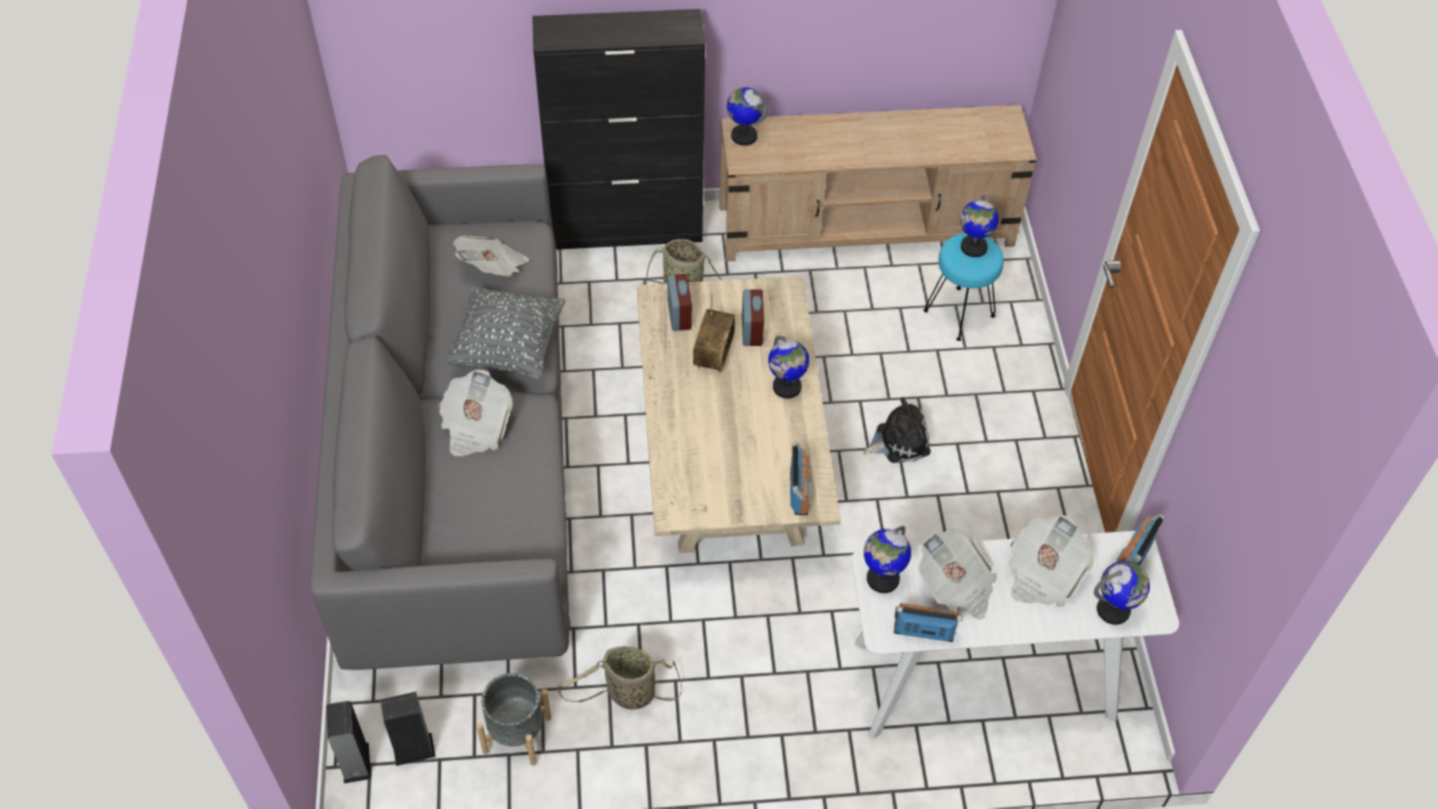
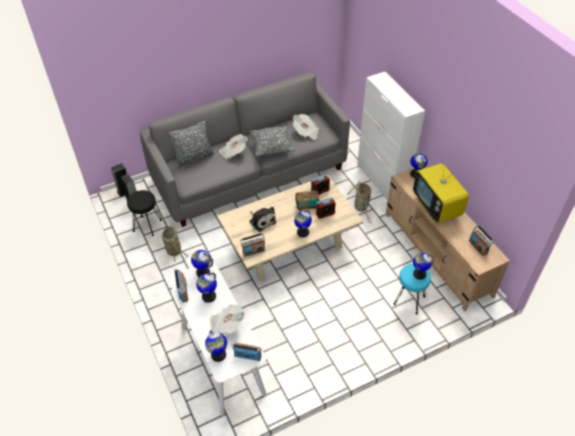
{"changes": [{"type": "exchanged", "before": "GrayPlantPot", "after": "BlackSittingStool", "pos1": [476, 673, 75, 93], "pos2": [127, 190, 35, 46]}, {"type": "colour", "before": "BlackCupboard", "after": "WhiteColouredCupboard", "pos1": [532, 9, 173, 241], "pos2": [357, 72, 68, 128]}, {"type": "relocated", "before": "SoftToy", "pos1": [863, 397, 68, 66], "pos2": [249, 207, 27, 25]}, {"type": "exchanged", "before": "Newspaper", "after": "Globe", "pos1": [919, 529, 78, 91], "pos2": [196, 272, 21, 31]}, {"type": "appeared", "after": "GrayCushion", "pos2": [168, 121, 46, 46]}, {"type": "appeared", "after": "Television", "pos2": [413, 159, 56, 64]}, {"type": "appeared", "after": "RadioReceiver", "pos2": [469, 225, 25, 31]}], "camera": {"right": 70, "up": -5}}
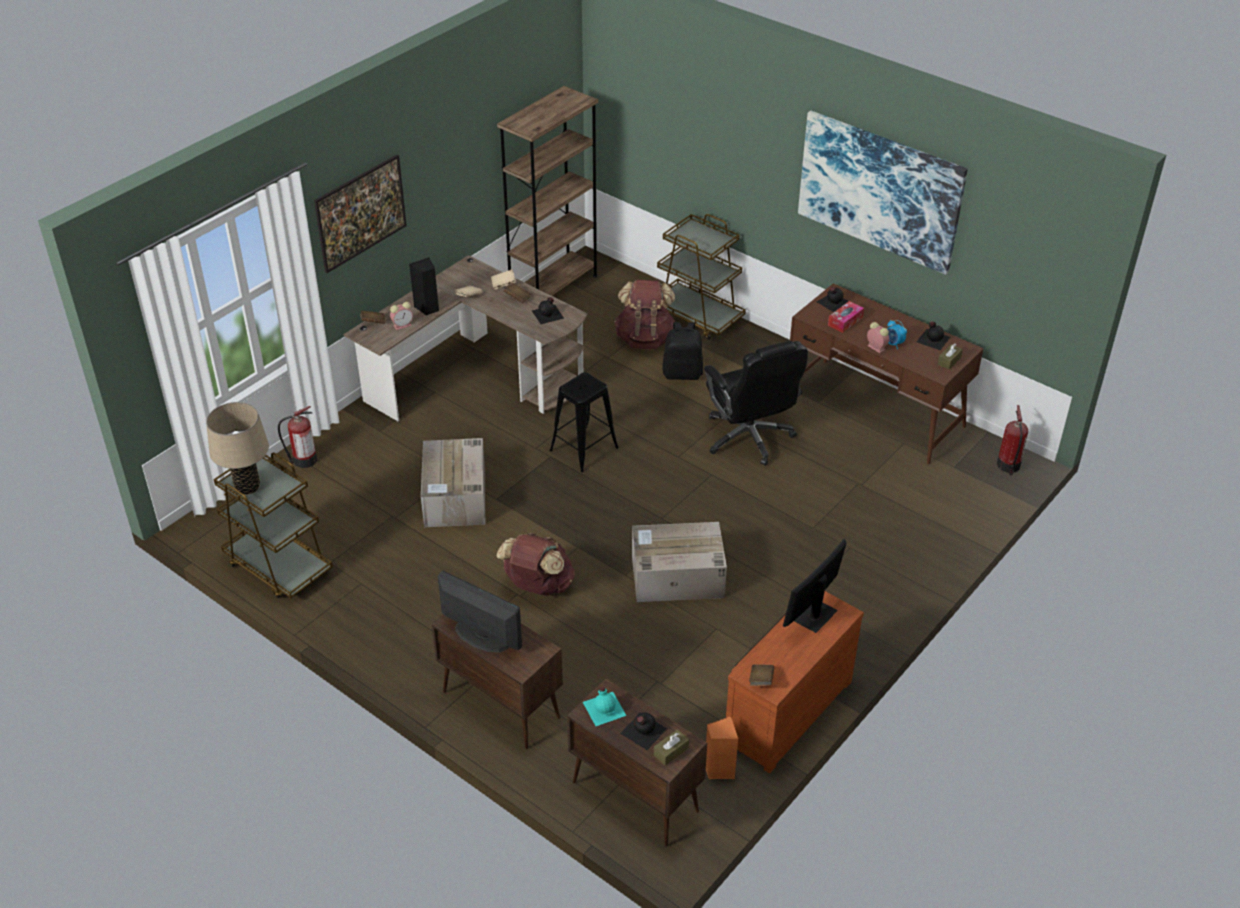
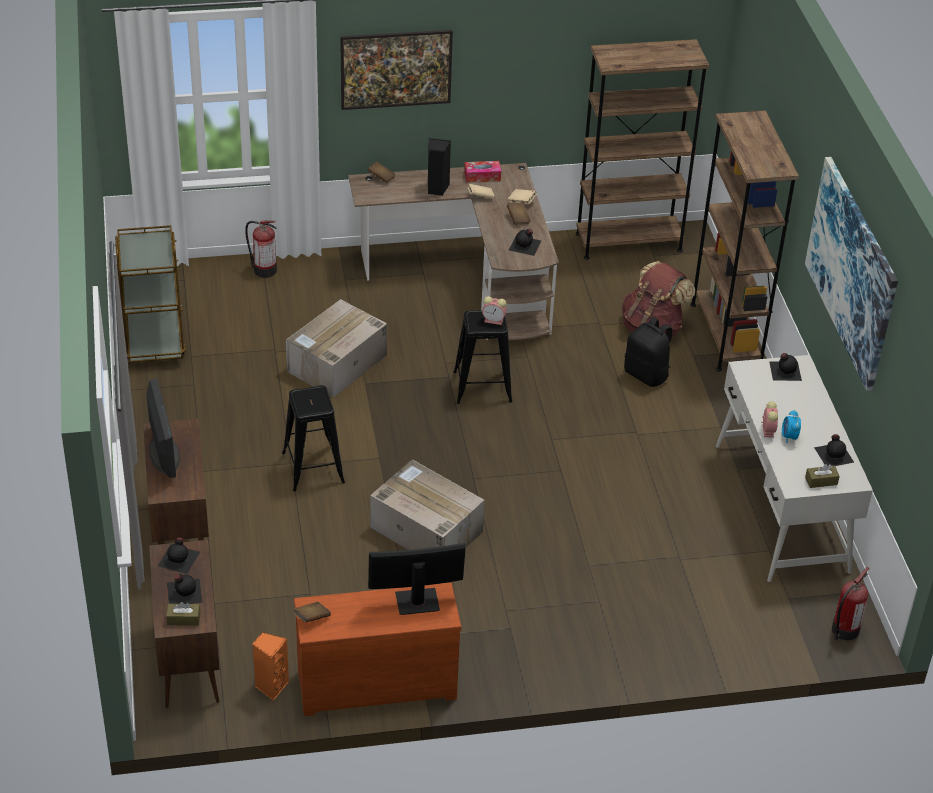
{"changes": [{"type": "missing", "before": "SandColouredTabletopLamp", "pos1": [206, 402, 63, 93]}, {"type": "relocated", "before": "TableClock", "pos1": [390, 302, 23, 28], "pos2": [482, 296, 25, 29]}, {"type": "exchanged", "before": "BrownColouredBackpack", "after": "BlackSittingStool", "pos1": [496, 533, 79, 63], "pos2": [282, 385, 63, 106]}, {"type": "colour", "before": "TurquoiseColouredBeverageBottle", "after": "BlackBeverageBottle", "pos1": [583, 687, 43, 39], "pos2": [158, 538, 42, 36]}, {"type": "exchanged", "before": "BrownColouredWheeledCart", "after": "BrownColouredBookshelf", "pos1": [657, 214, 89, 126], "pos2": [690, 110, 109, 261]}, {"type": "missing", "before": "BlackOfficeChair", "pos1": [704, 341, 104, 125]}, {"type": "colour", "before": "BrownColouredDesk", "after": "WhiteColouredDesk", "pos1": [790, 283, 194, 181], "pos2": [716, 355, 157, 227]}, {"type": "relocated", "before": "TissueHolder", "pos1": [828, 301, 36, 32], "pos2": [464, 161, 37, 21]}], "camera": {"right": 40, "up": 0}}
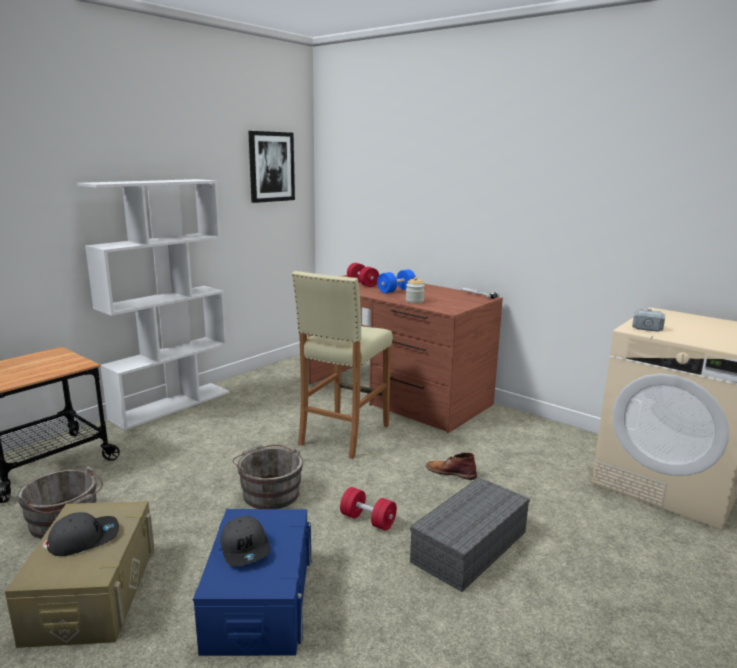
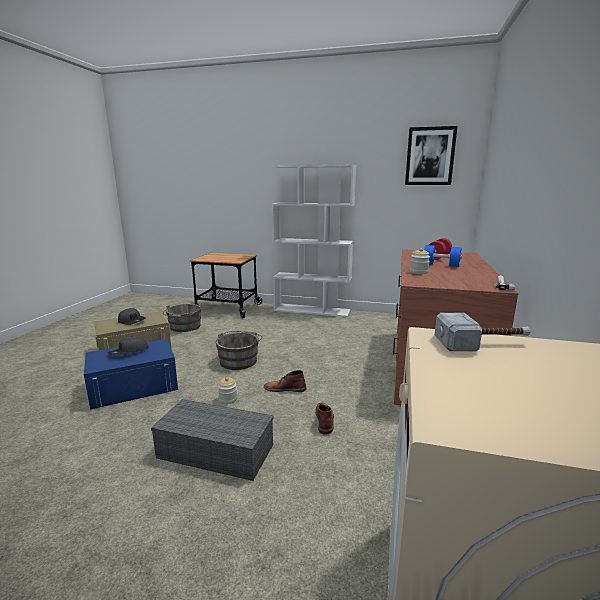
{"changes": [{"type": "missing", "before": "SandColouredSittingStool", "pos1": [292, 271, 101, 188]}, {"type": "exchanged", "before": "RedFreeWeight", "after": "StorageJar", "pos1": [340, 487, 57, 44], "pos2": [218, 377, 19, 27]}, {"type": "appeared", "after": "BrownColouredTallBoot", "pos2": [264, 370, 42, 22]}], "camera": {"right": 65, "up": 0}}
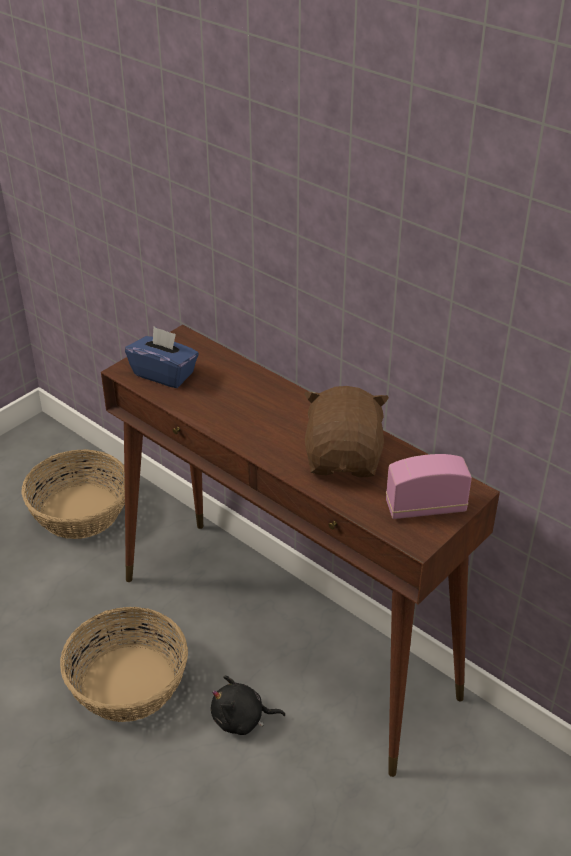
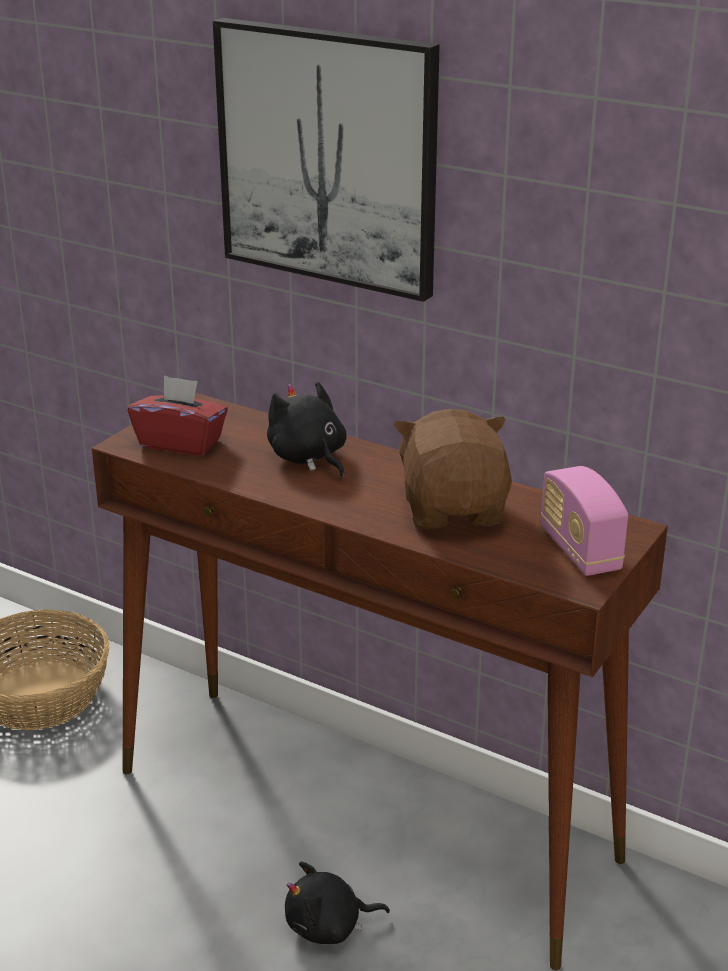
{"changes": [{"type": "missing", "before": "StorageBasket", "pos1": [60, 607, 128, 115]}, {"type": "colour", "before": "BlueTissueHolder", "after": "RedTissueHolder", "pos1": [125, 326, 74, 62], "pos2": [128, 375, 100, 81]}, {"type": "spun", "before": "RadioReceiver", "pos1": [386, 454, 86, 65], "pos2": [541, 466, 87, 110], "turn": -90}, {"type": "appeared", "after": "WallArt", "pos2": [213, 18, 227, 284]}, {"type": "appeared", "after": "BlackSoftToy", "pos2": [267, 381, 80, 97]}], "camera": {"right": -10, "up": -10}}
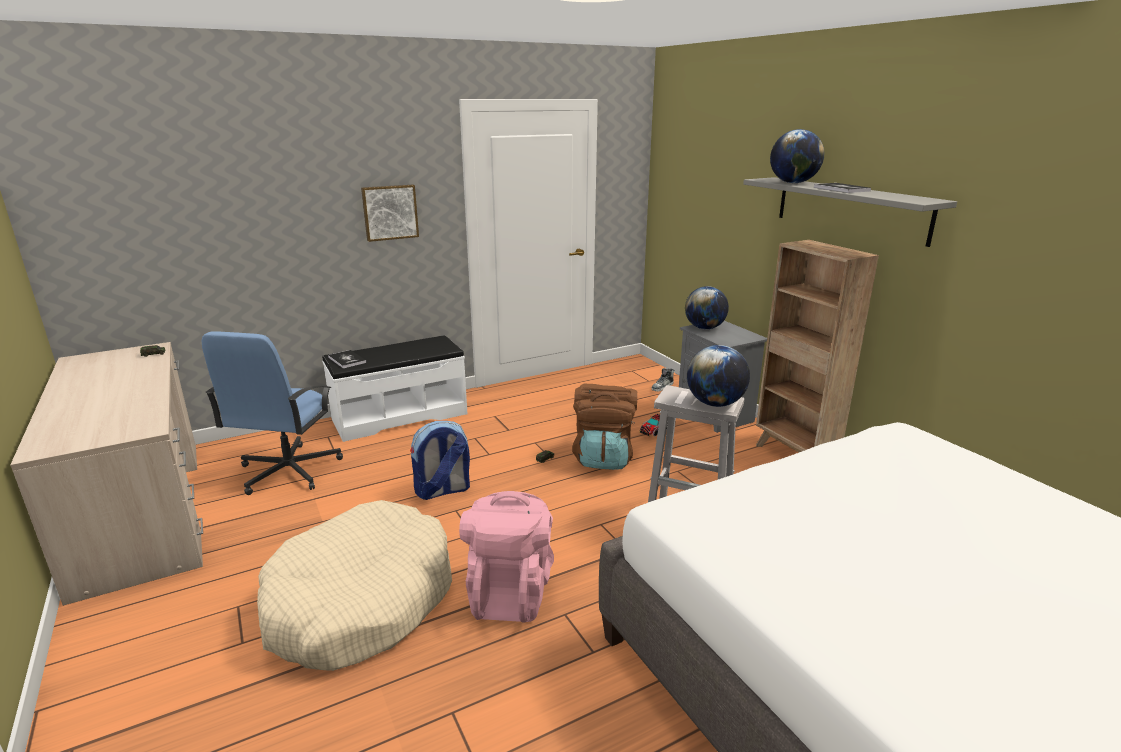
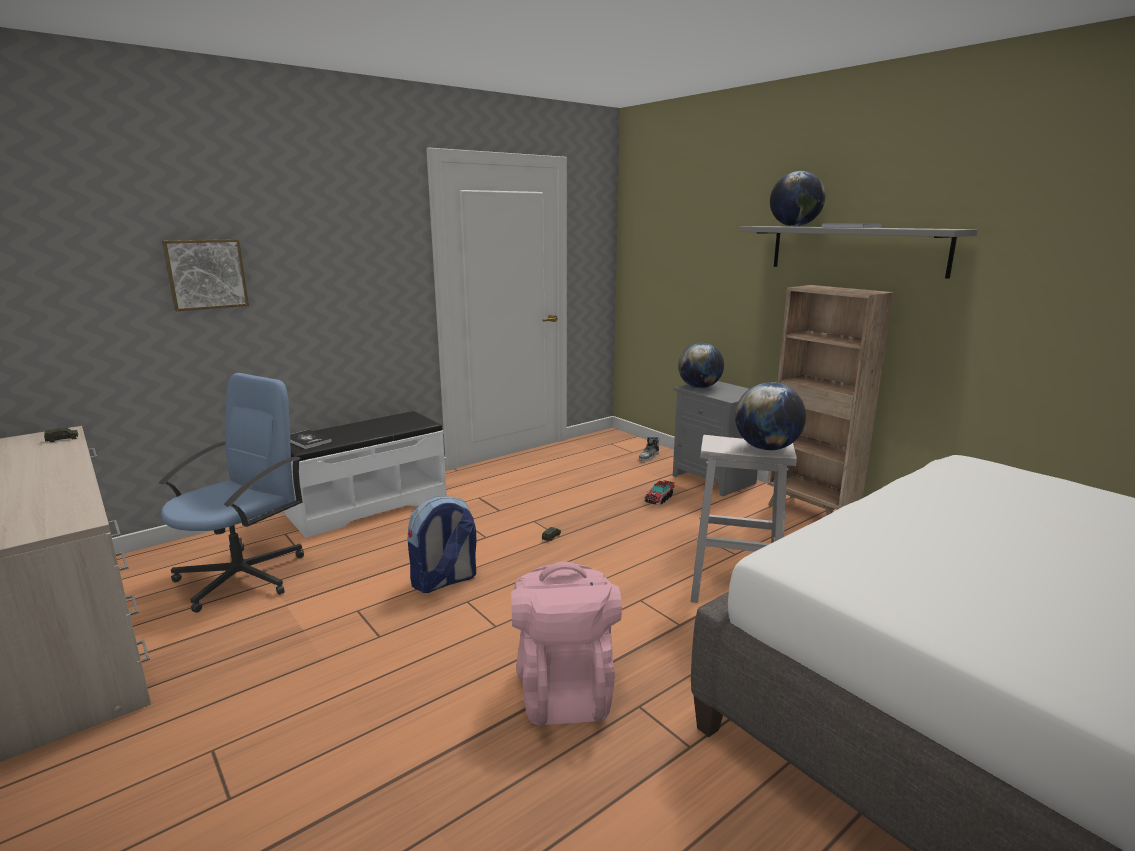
{"changes": [{"type": "spun", "before": "BlueOfficeChair", "pos1": [202, 331, 141, 164], "pos2": [159, 373, 145, 240], "turn": -150}, {"type": "missing", "before": "SandColouredDogCushion", "pos1": [257, 500, 195, 171]}, {"type": "relocated", "before": "WallArt", "pos1": [361, 185, 58, 57], "pos2": [162, 239, 87, 72]}, {"type": "missing", "before": "BrownColouredBackpack", "pos1": [572, 384, 65, 86]}], "camera": {"right": -10, "up": -5}}
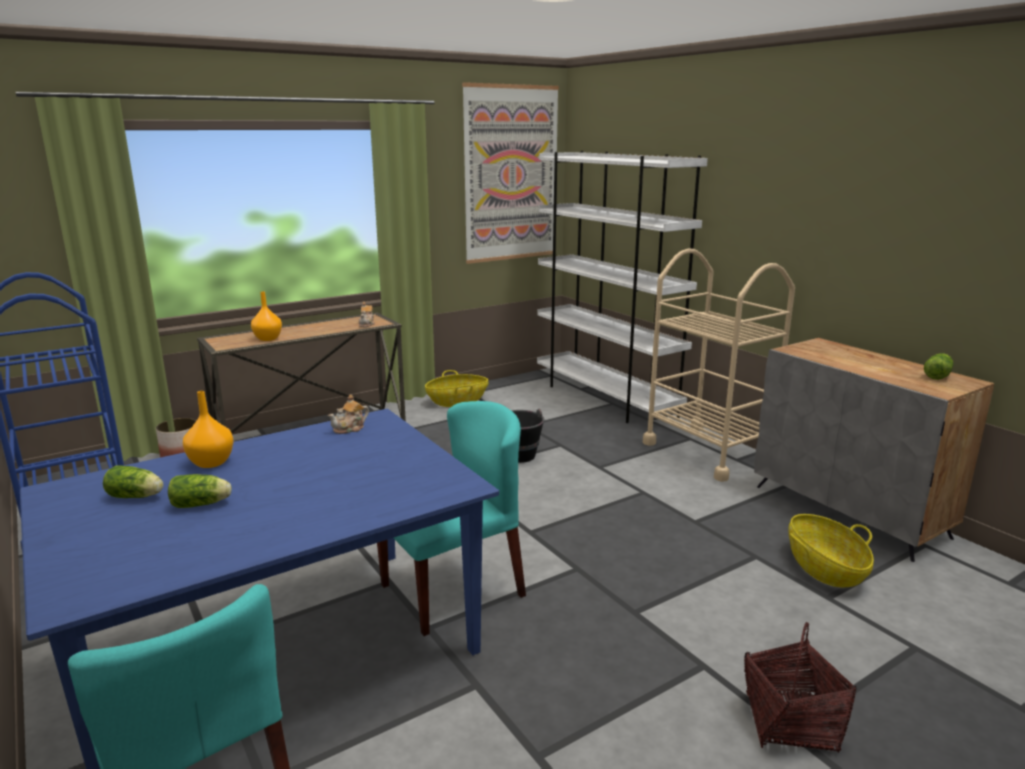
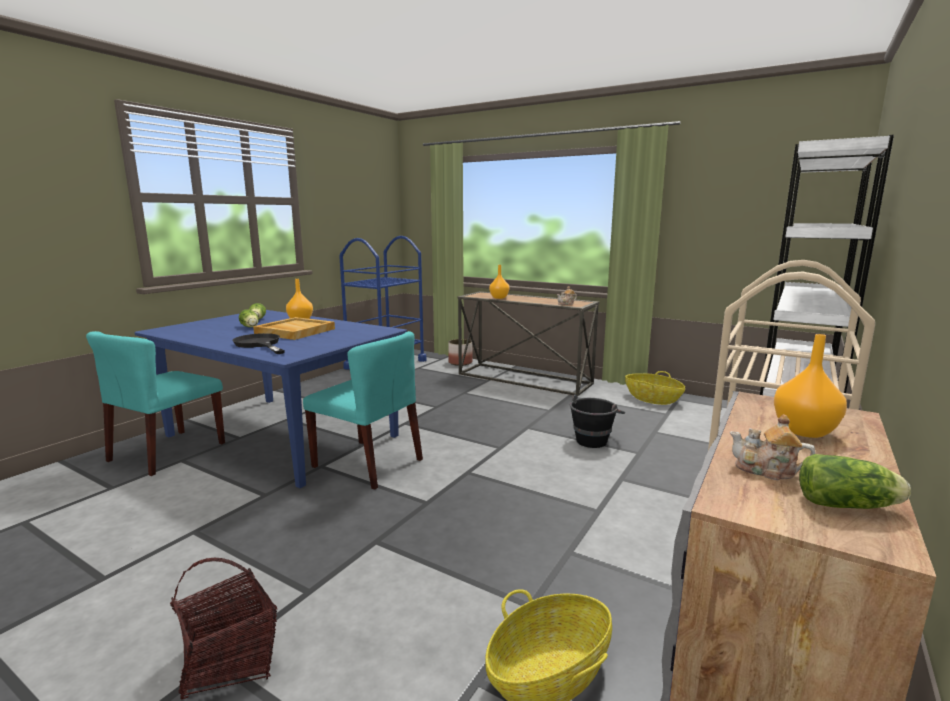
{"changes": [{"type": "relocated", "before": "TeaPot", "pos1": [328, 395, 41, 39], "pos2": [730, 414, 85, 66]}, {"type": "missing", "before": "WallArt", "pos1": [462, 82, 97, 182]}, {"type": "appeared", "after": "BlackPan", "pos2": [233, 333, 52, 21]}, {"type": "appeared", "after": "SandColouredCarryingTray", "pos2": [253, 317, 82, 23]}, {"type": "appeared", "after": "OrangeColouredVase", "pos2": [774, 334, 73, 104]}], "camera": {"right": 65, "up": -5}}
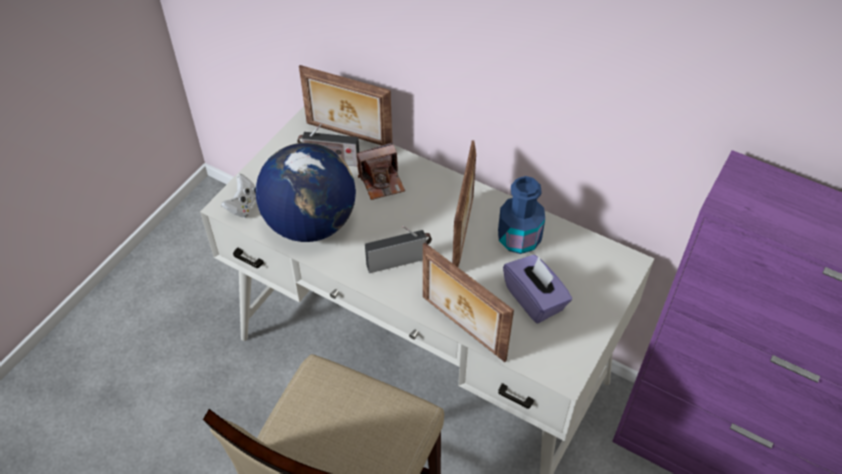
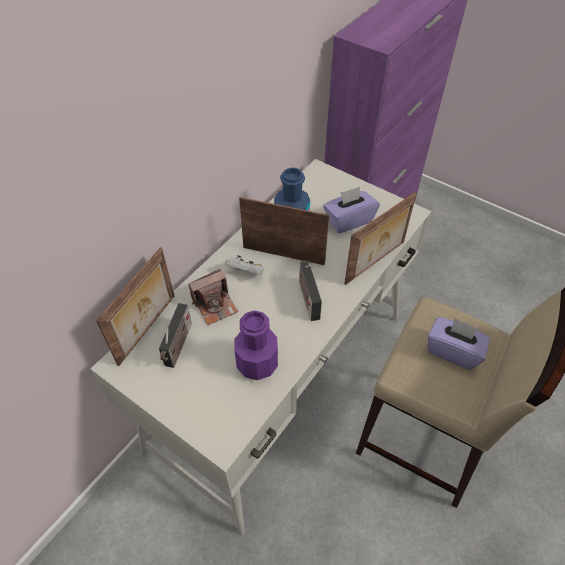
{"changes": [{"type": "relocated", "before": "WhiteColouredGamepad", "pos1": [221, 174, 35, 44], "pos2": [225, 255, 38, 20]}, {"type": "exchanged", "before": "Globe", "after": "PurpleColouredBeverageBottle", "pos1": [256, 143, 100, 99], "pos2": [234, 310, 44, 70]}, {"type": "spun", "before": "PhotoCamera", "pos1": [357, 143, 48, 57], "pos2": [188, 269, 50, 56], "turn": 75}, {"type": "appeared", "after": "PurpleColouredTissueHolder", "pos2": [428, 317, 62, 53]}], "camera": {"right": -85, "up": 0}}
